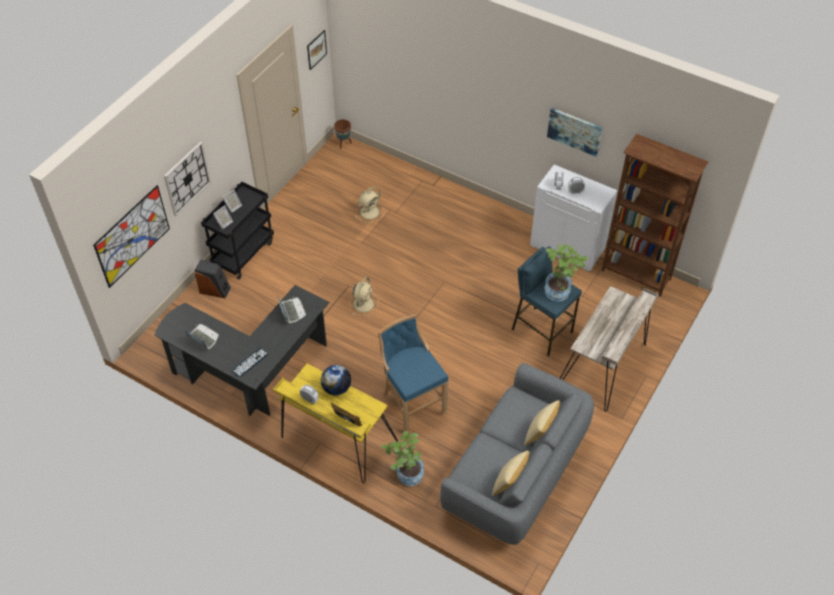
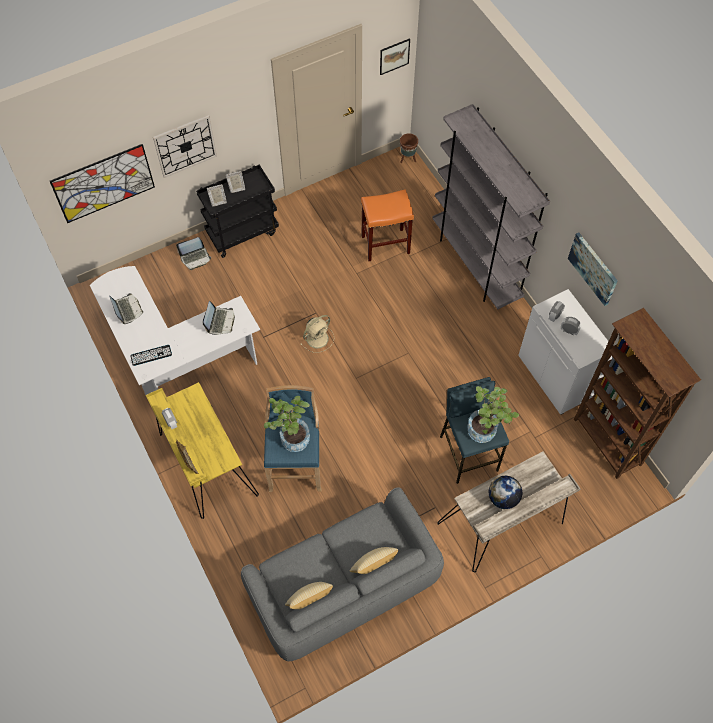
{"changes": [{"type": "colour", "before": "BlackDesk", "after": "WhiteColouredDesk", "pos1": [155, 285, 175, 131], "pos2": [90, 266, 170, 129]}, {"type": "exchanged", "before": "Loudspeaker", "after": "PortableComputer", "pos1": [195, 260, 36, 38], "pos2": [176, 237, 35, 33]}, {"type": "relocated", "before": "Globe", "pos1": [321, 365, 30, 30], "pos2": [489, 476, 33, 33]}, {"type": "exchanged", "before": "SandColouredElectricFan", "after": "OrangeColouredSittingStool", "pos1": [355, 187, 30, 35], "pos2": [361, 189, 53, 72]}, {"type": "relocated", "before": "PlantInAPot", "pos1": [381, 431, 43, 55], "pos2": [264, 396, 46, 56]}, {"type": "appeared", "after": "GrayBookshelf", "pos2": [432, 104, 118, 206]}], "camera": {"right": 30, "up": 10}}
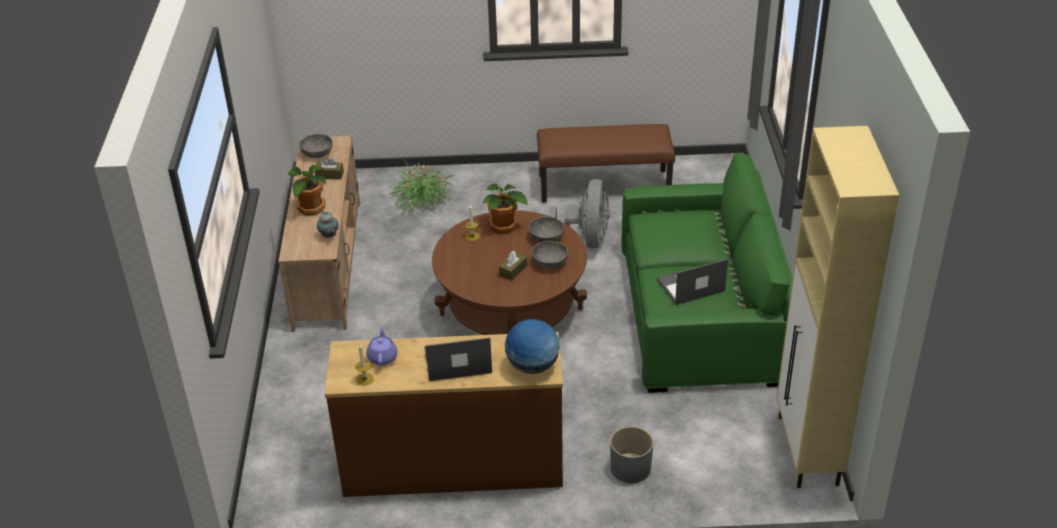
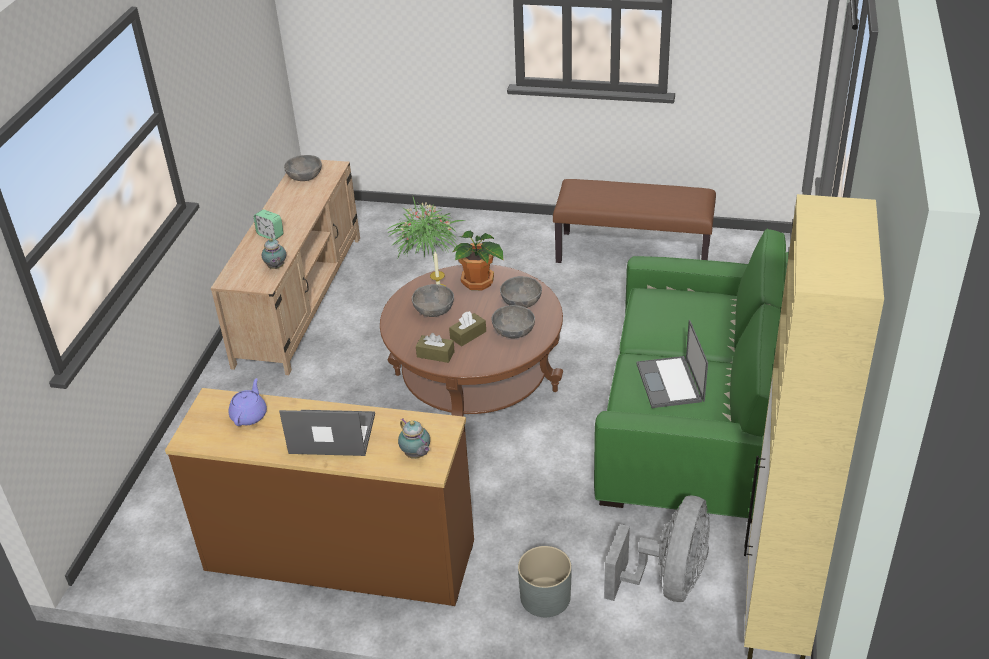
{"changes": [{"type": "exchanged", "before": "PlantInAPot", "after": "TableClock", "pos1": [288, 165, 38, 51], "pos2": [254, 210, 30, 30]}, {"type": "relocated", "before": "BrownColouredTissueHolder", "pos1": [315, 157, 29, 23], "pos2": [416, 333, 39, 30]}, {"type": "missing", "before": "WaxLight", "pos1": [355, 344, 19, 42]}, {"type": "exchanged", "before": "Globe", "after": "TeaPot", "pos1": [505, 319, 55, 55], "pos2": [398, 418, 32, 41]}, {"type": "relocated", "before": "GrayElectricFan", "pos1": [549, 179, 61, 70], "pos2": [604, 496, 106, 106]}, {"type": "spun", "before": "PortableComputer", "pos1": [657, 259, 71, 46], "pos2": [636, 320, 72, 88], "turn": -90}, {"type": "appeared", "after": "GrayServingBowl", "pos2": [412, 284, 42, 33]}], "camera": {"right": 15, "up": 0}}
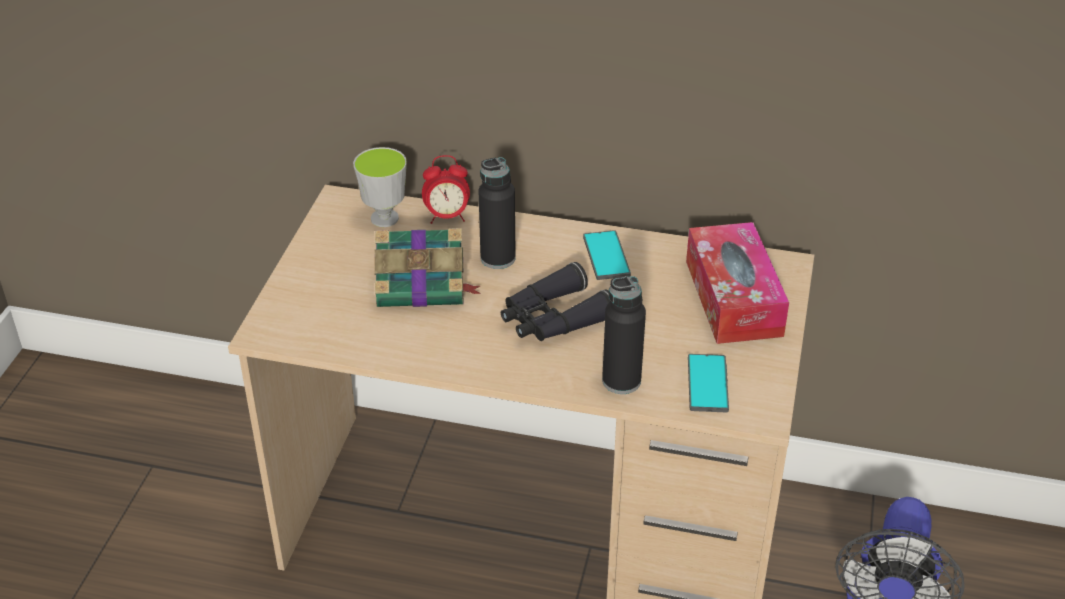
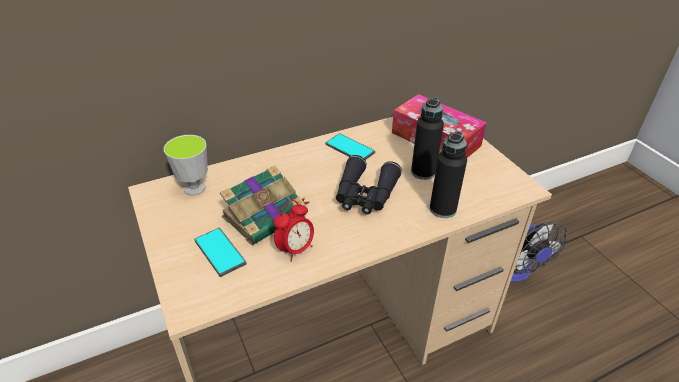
{"changes": [{"type": "relocated", "before": "TableClock", "pos1": [422, 155, 48, 69], "pos2": [274, 200, 40, 62]}, {"type": "relocated", "before": "BlackBeverageBottle", "pos1": [479, 157, 37, 112], "pos2": [411, 97, 33, 83]}, {"type": "relocated", "before": "Handset", "pos1": [688, 354, 41, 59], "pos2": [194, 228, 53, 49]}], "camera": {"right": -40, "up": 0}}
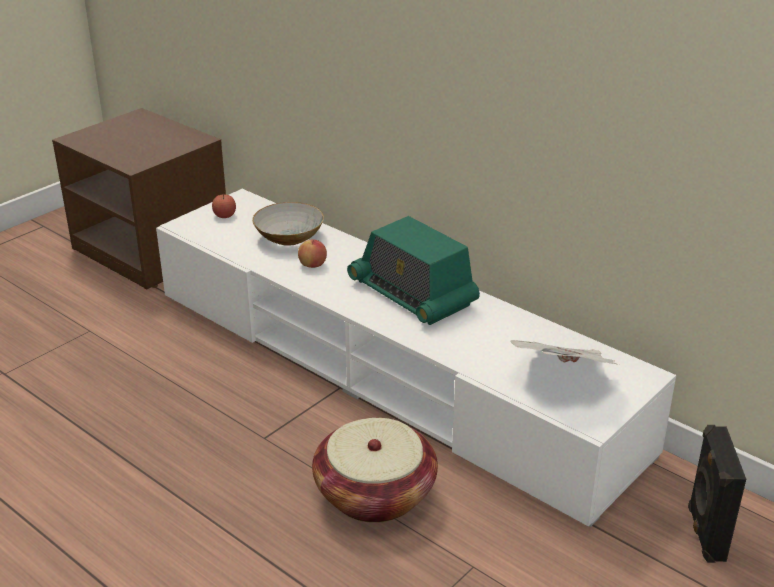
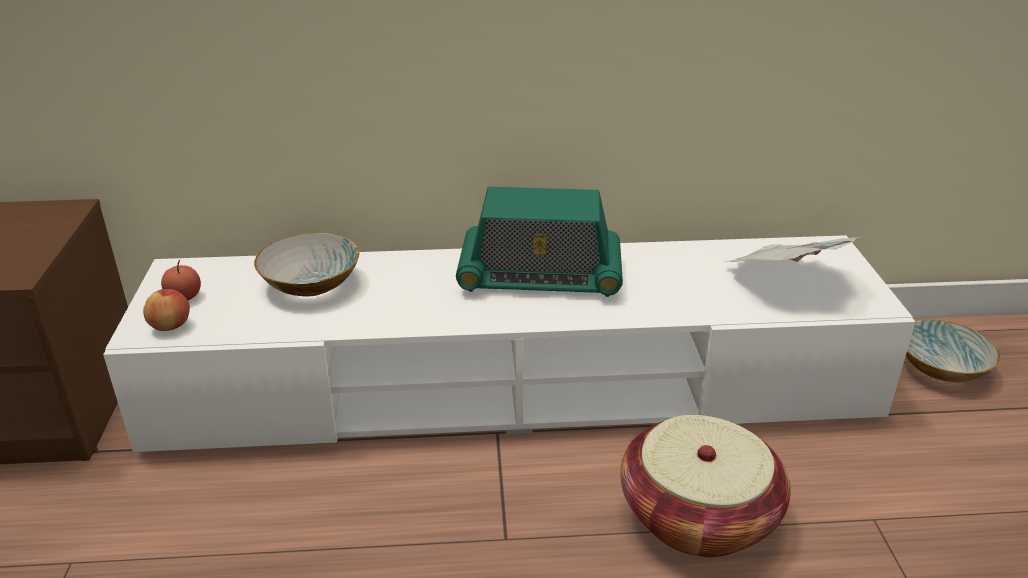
{"changes": [{"type": "relocated", "before": "AppleFruit", "pos1": [298, 239, 29, 29], "pos2": [143, 289, 47, 42]}, {"type": "exchanged", "before": "BlackLoudspeaker", "after": "ServingBowl", "pos1": [688, 425, 58, 138], "pos2": [906, 319, 94, 63]}], "camera": {"right": -45, "up": 0}}
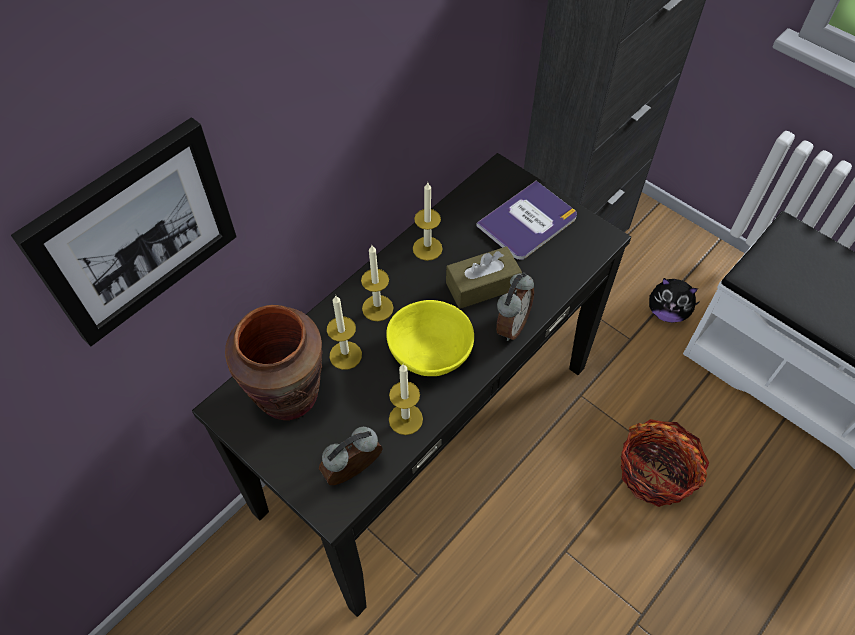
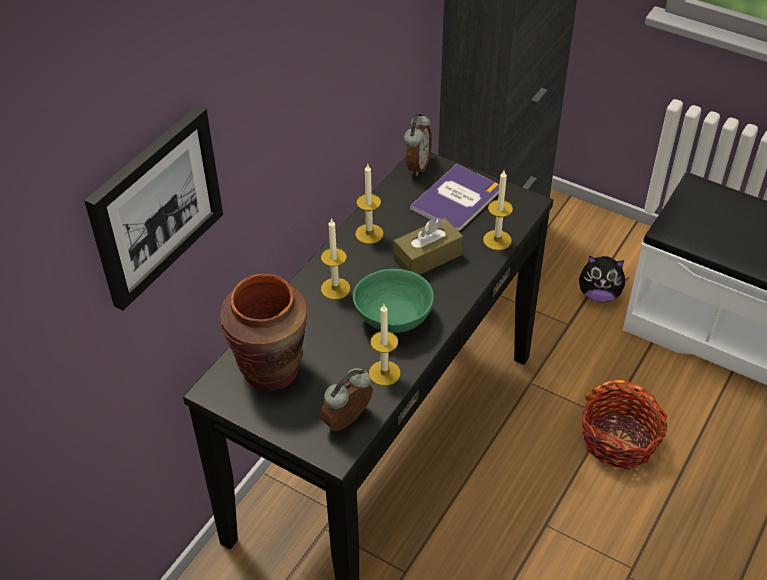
{"changes": [{"type": "relocated", "before": "WaxLight", "pos1": [327, 295, 35, 75], "pos2": [483, 171, 30, 79]}, {"type": "colour", "before": "YellowColouredServingBowl", "after": "GreenishServingBowl", "pos1": [386, 300, 88, 76], "pos2": [353, 269, 81, 64]}, {"type": "relocated", "before": "TableClock", "pos1": [496, 272, 38, 69], "pos2": [404, 113, 28, 63]}], "camera": {"right": -10, "up": -10}}
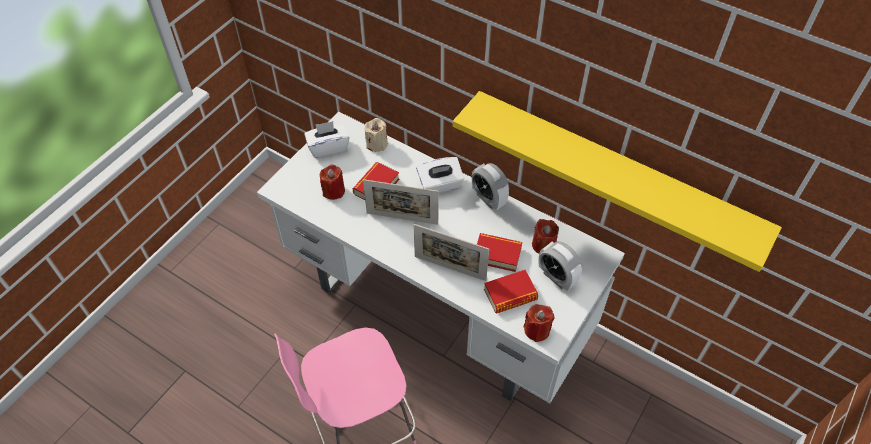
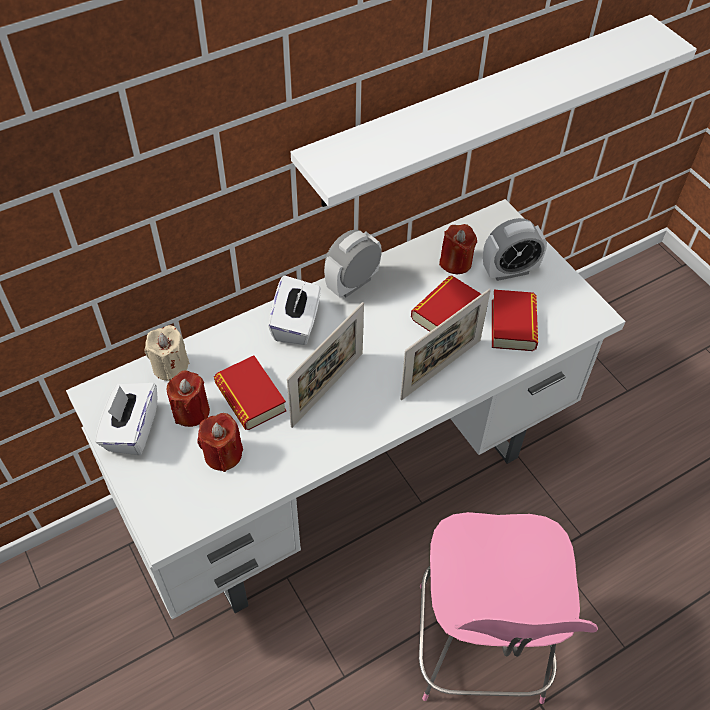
{"changes": [{"type": "colour", "before": "YellowColouredShelf", "after": "WhiteColouredShelf", "pos1": [453, 91, 329, 181], "pos2": [291, 15, 406, 192]}, {"type": "spun", "before": "TableClock", "pos1": [472, 163, 37, 47], "pos2": [324, 230, 58, 68], "turn": 150}, {"type": "relocated", "before": "RedWaxLight", "pos1": [523, 304, 32, 38], "pos2": [167, 371, 43, 56]}], "camera": {"right": -65, "up": 0}}
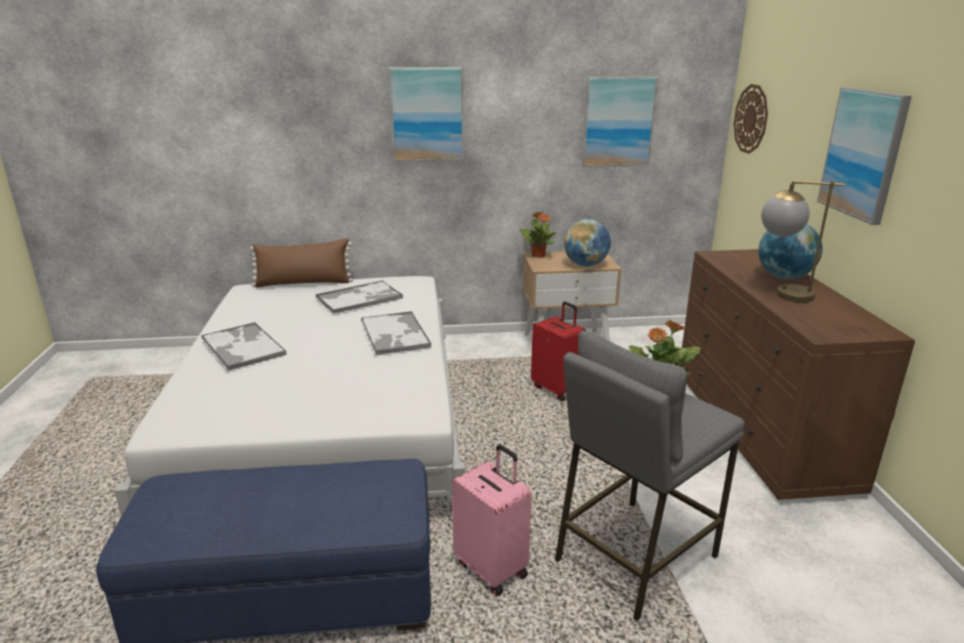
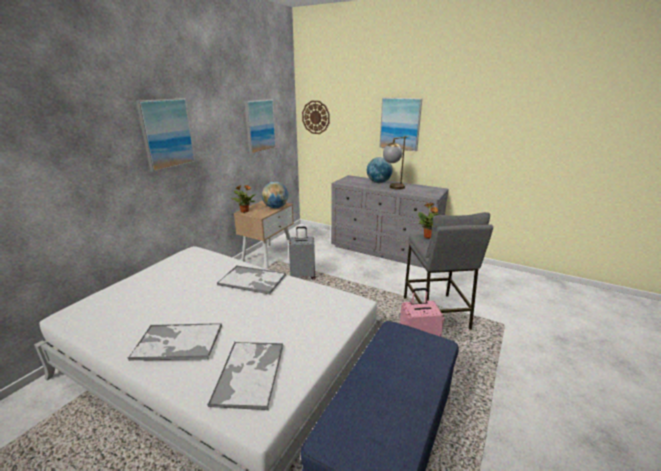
{"changes": [{"type": "missing", "before": "BrownColouredCushion", "pos1": [250, 238, 103, 49]}, {"type": "relocated", "before": "CarryingTray", "pos1": [316, 280, 87, 34], "pos2": [207, 342, 77, 68]}, {"type": "colour", "before": "RedSuitcase", "after": "GraySuitcase", "pos1": [531, 302, 55, 100], "pos2": [289, 227, 27, 53]}, {"type": "colour", "before": "BrownColouredDrawerChest", "after": "GrayDrawerChest", "pos1": [679, 249, 236, 251], "pos2": [331, 175, 118, 93]}], "camera": {"right": -55, "up": 0}}
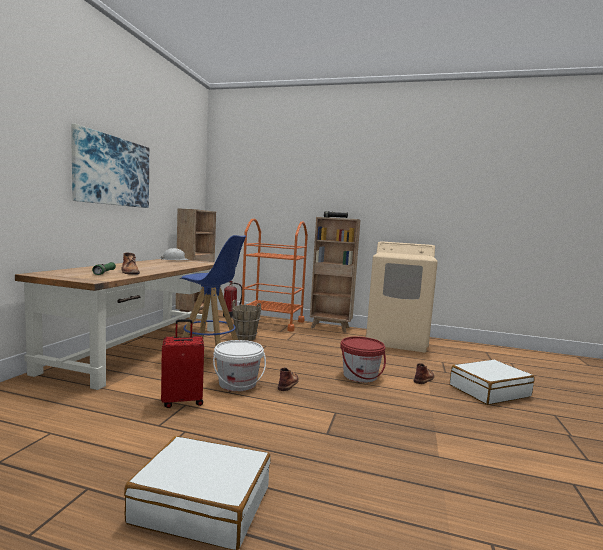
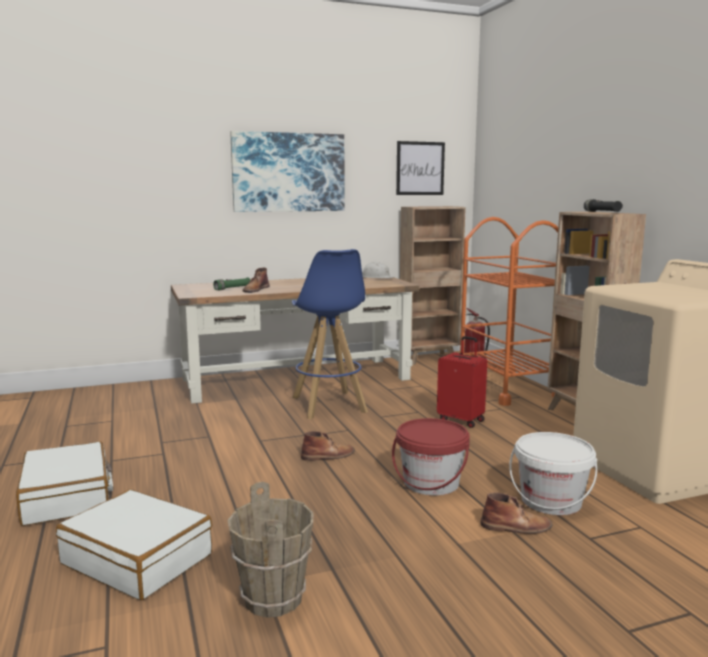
{"changes": [{"type": "relocated", "before": "RedSuitcase", "pos1": [161, 319, 43, 89], "pos2": [437, 336, 50, 92]}, {"type": "relocated", "before": "WhiteColouredWaterBucket", "pos1": [213, 340, 53, 51], "pos2": [509, 432, 88, 83]}, {"type": "relocated", "before": "BrownColouredWaterBucket", "pos1": [232, 300, 29, 41], "pos2": [227, 482, 87, 136]}, {"type": "relocated", "before": "WhiteColouredSuitcase", "pos1": [450, 359, 85, 46], "pos2": [56, 489, 156, 111]}, {"type": "appeared", "after": "WallArt", "pos2": [396, 141, 49, 54]}], "camera": {"right": 55, "up": 5}}
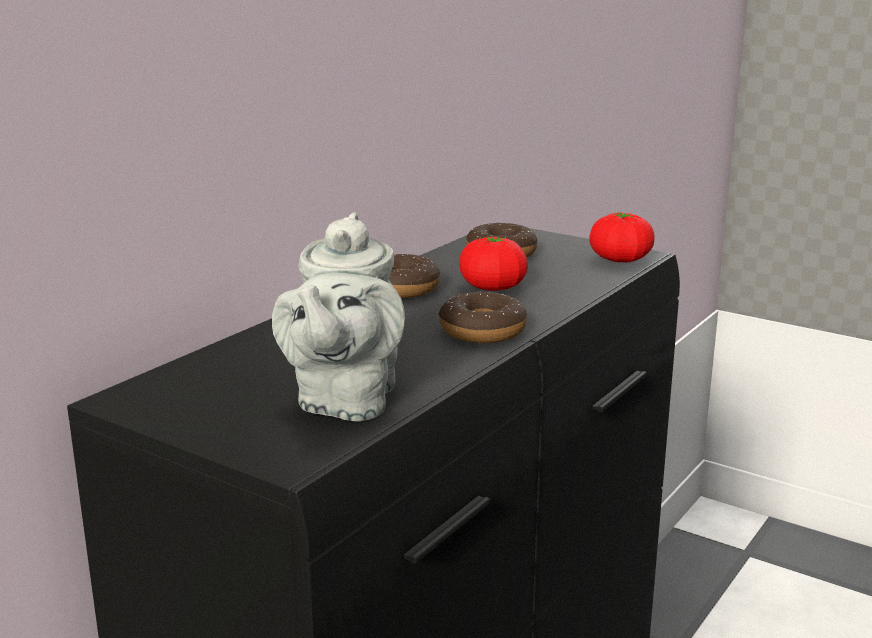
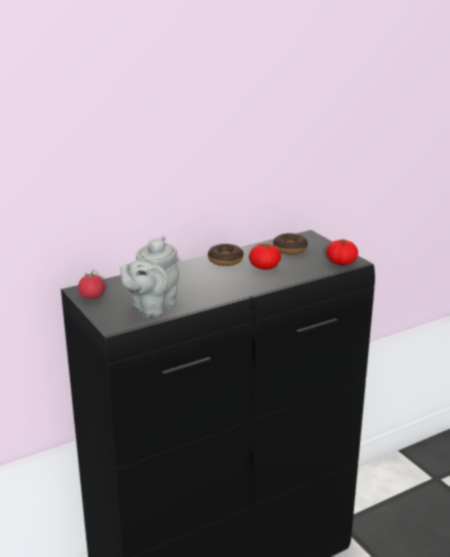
{"changes": [{"type": "missing", "before": "Doughnut", "pos1": [439, 291, 88, 52]}, {"type": "appeared", "after": "Tomato", "pos2": [78, 270, 27, 29]}], "camera": {"right": 25, "up": 5}}
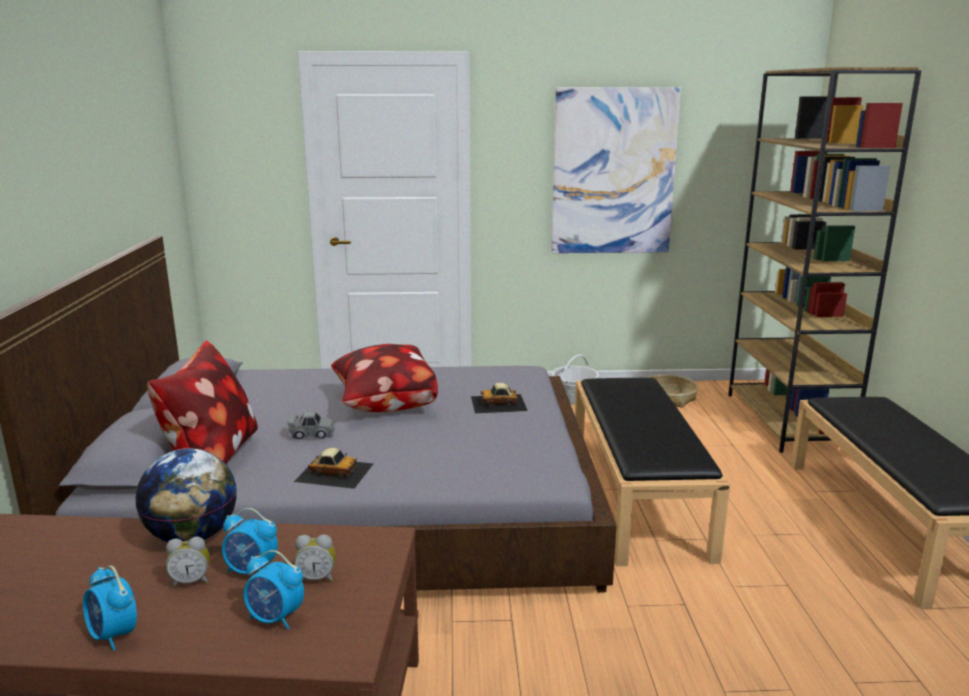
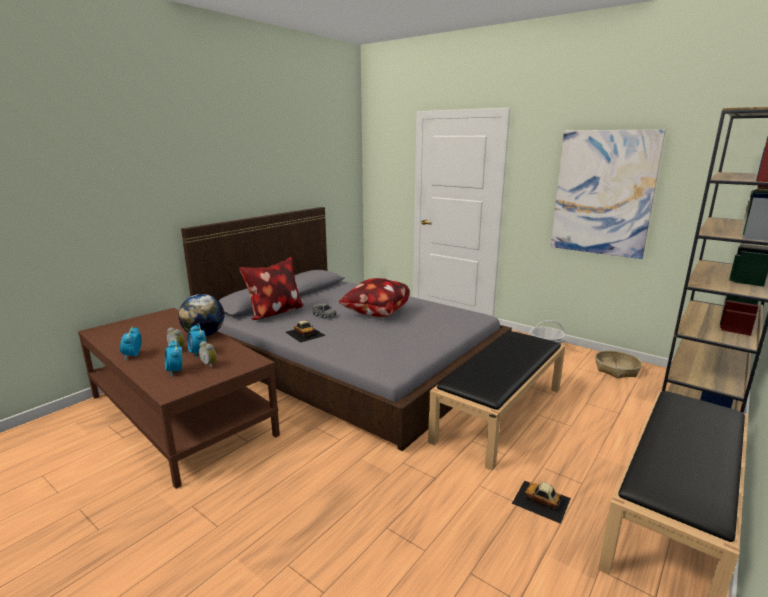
{"changes": [{"type": "relocated", "before": "ToyCar", "pos1": [471, 383, 57, 30], "pos2": [512, 480, 59, 44]}], "camera": {"right": 40, "up": 0}}
